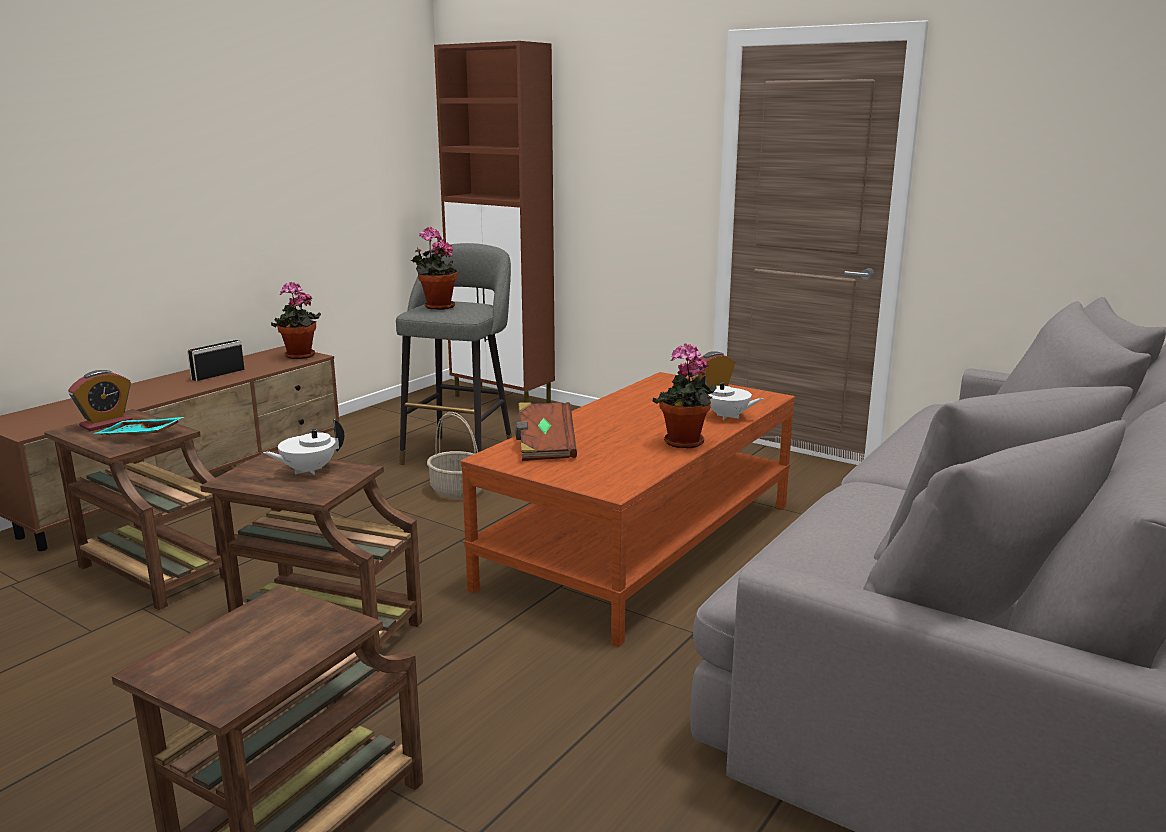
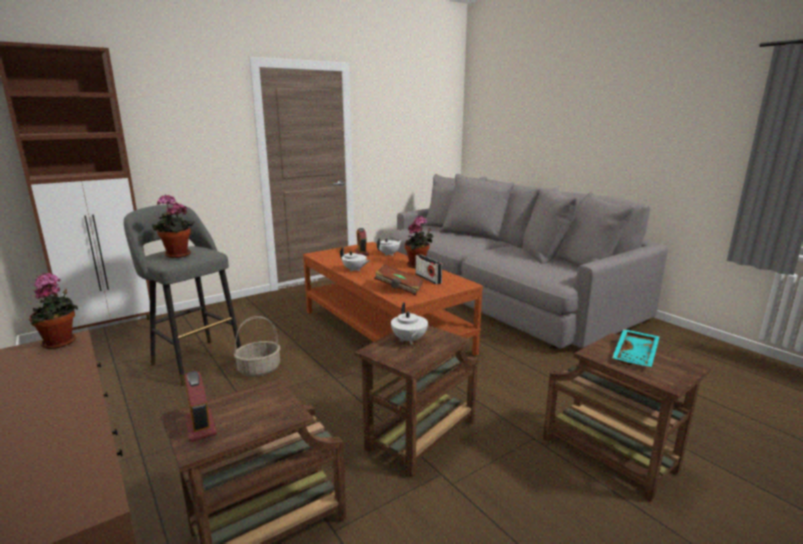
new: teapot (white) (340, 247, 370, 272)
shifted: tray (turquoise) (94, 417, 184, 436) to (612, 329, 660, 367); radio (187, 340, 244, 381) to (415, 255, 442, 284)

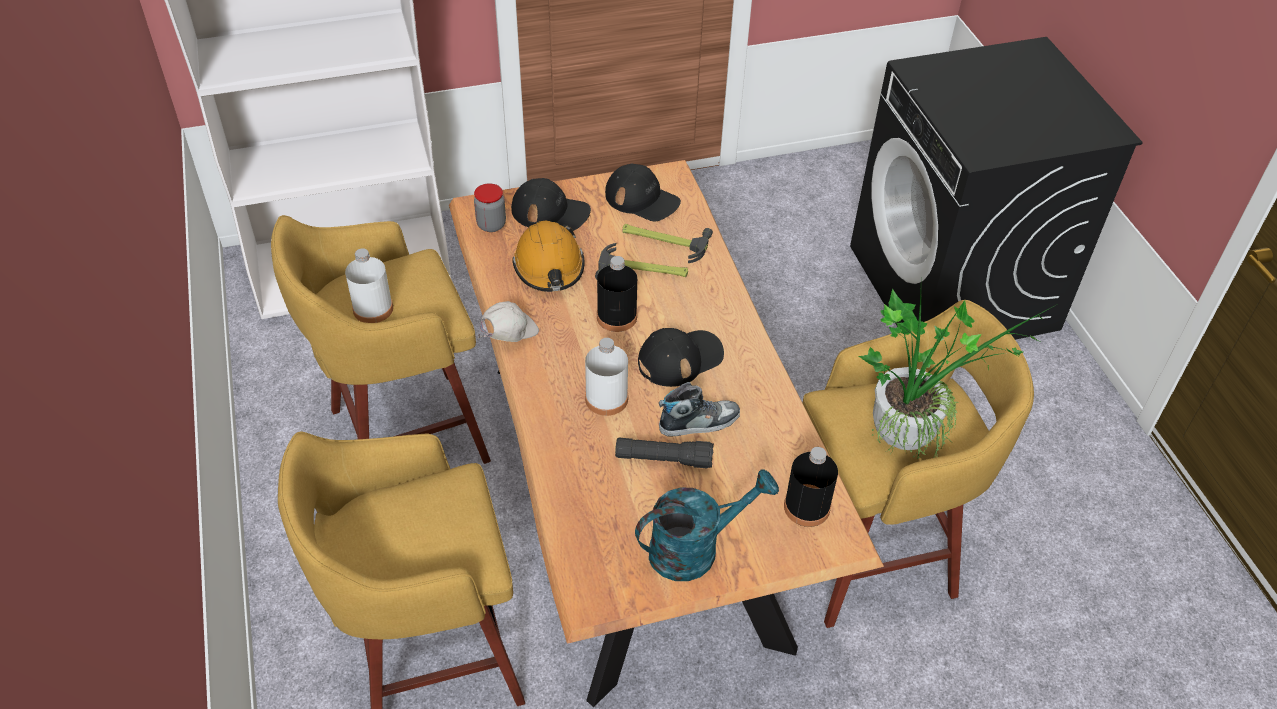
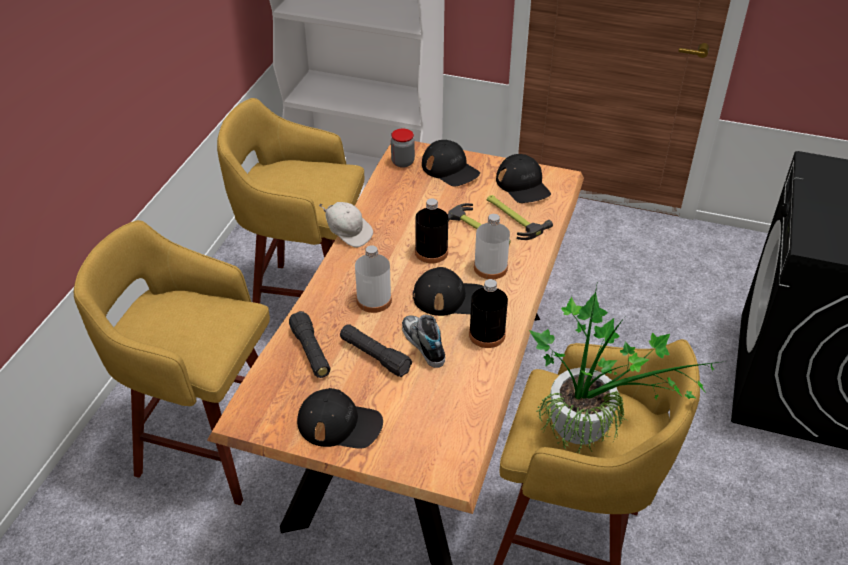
gone: hard hat (orange) (512, 221, 585, 292)
new: flashlight (black) (289, 311, 330, 378)
shifted: bottle (white) (345, 248, 393, 323) to (474, 214, 510, 279); bottle (black) (784, 447, 838, 527) to (469, 279, 508, 348)
swapped: watering can (turquoise) (635, 469, 779, 581) to cap (black) (297, 388, 383, 449)
rotated: cap (white) (478, 301, 539, 342) = (319, 202, 373, 247) 45 degrees clockwise; shoe (659, 382, 740, 437) = (402, 315, 445, 368) 135 degrees counterclockwise

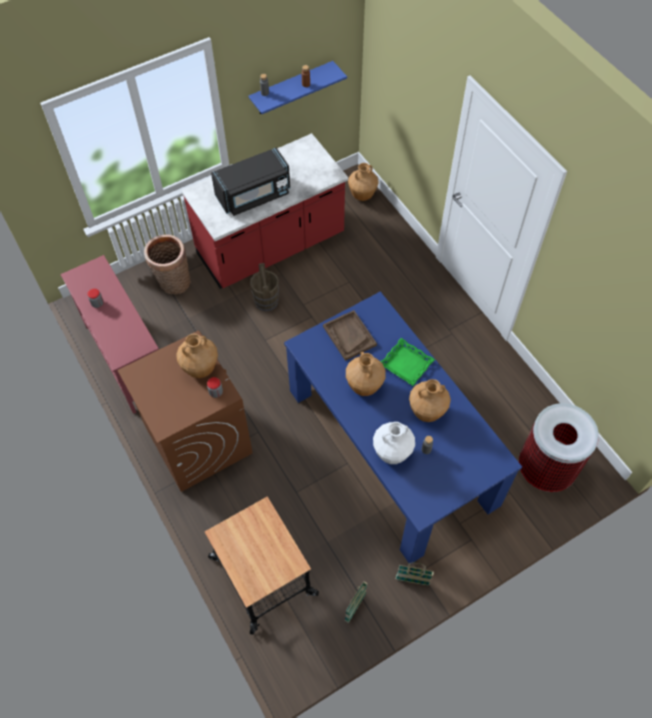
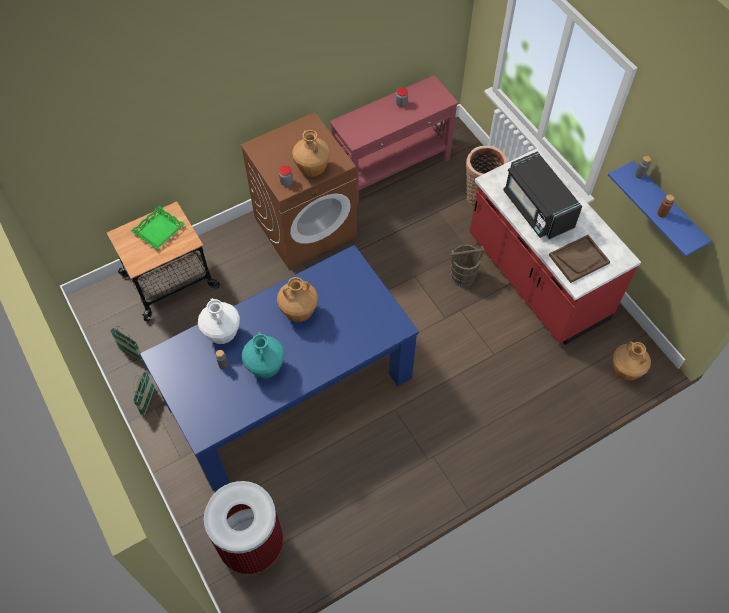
shifted: tray (brown) (323, 310, 377, 361) to (549, 235, 610, 283); tray (green) (380, 338, 435, 386) to (131, 206, 185, 250)
repainted: vase (brown) (409, 379, 451, 422) to vase (turquoise) (242, 332, 285, 379)

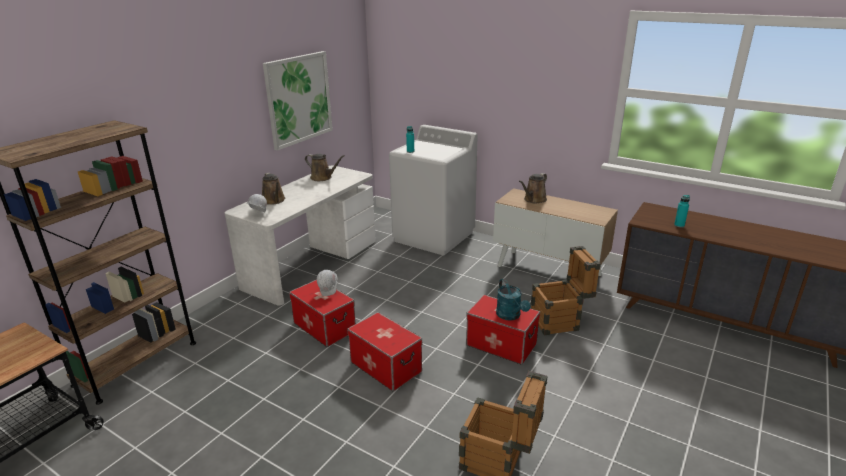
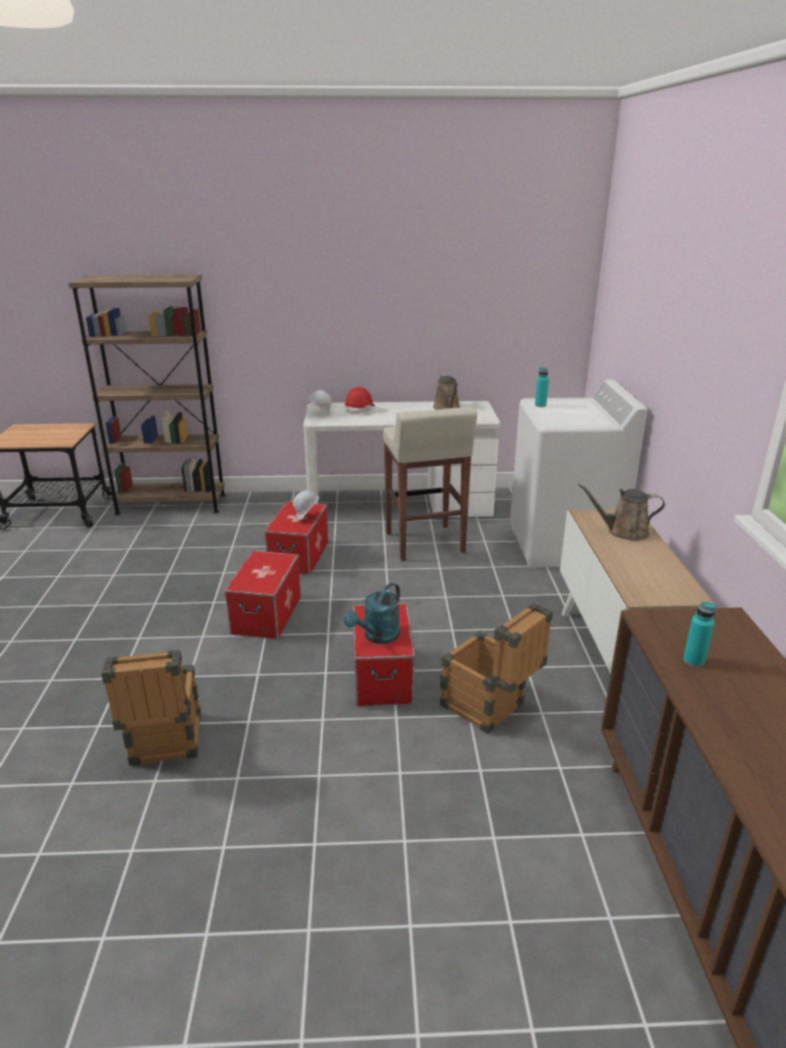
gone: picture (263, 51, 333, 151)
new: stool (beige) (383, 407, 477, 561)
swapped: watering can (brown) (262, 173, 285, 205) to hard hat (red) (345, 387, 375, 415)

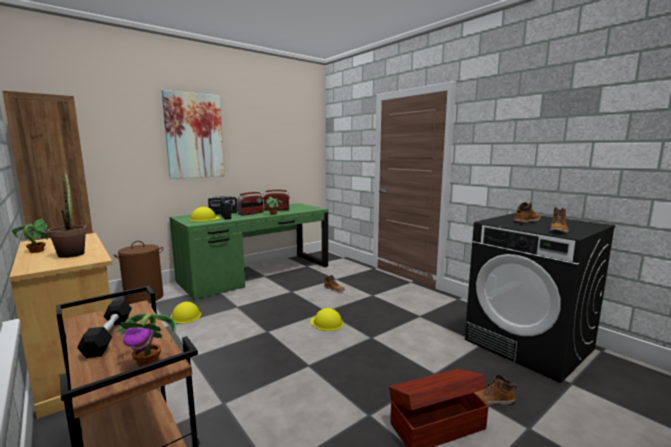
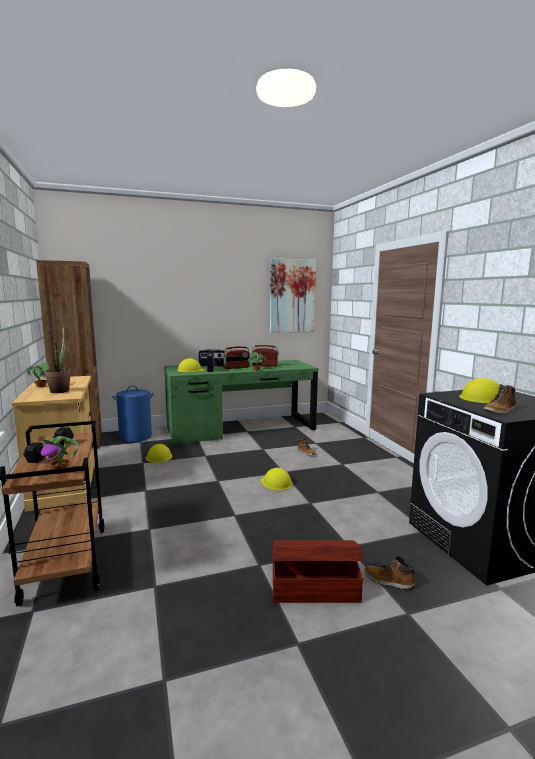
shifted: picture (162, 90, 225, 179) to (270, 258, 316, 333)
swapped: boot (514, 202, 541, 224) to hard hat (yellow) (459, 378, 500, 404)
repainted: laundry basket (brown) (113, 241, 163, 304) to laundry basket (blue) (112, 385, 154, 442)

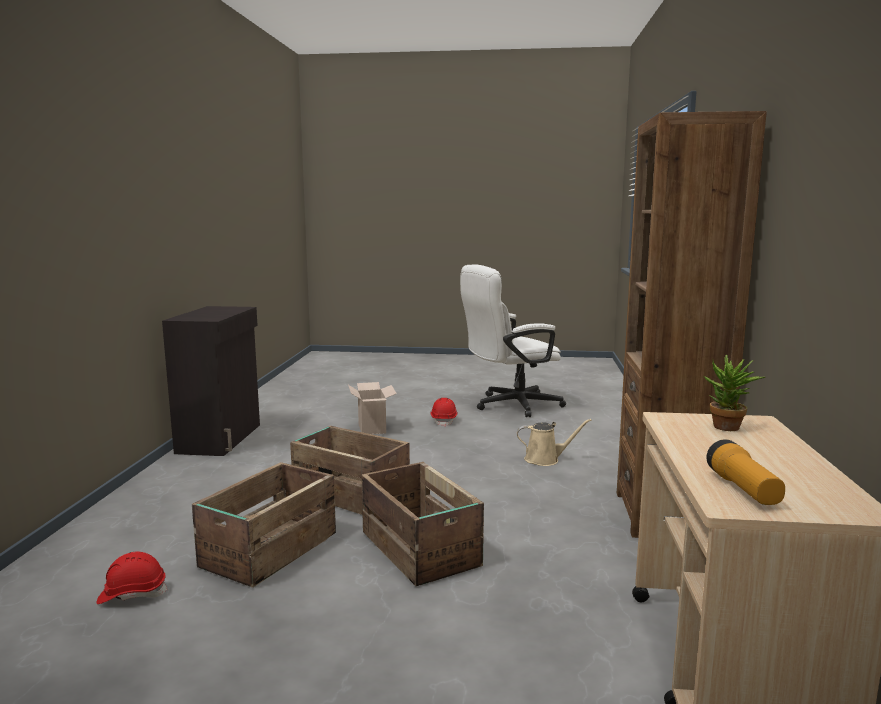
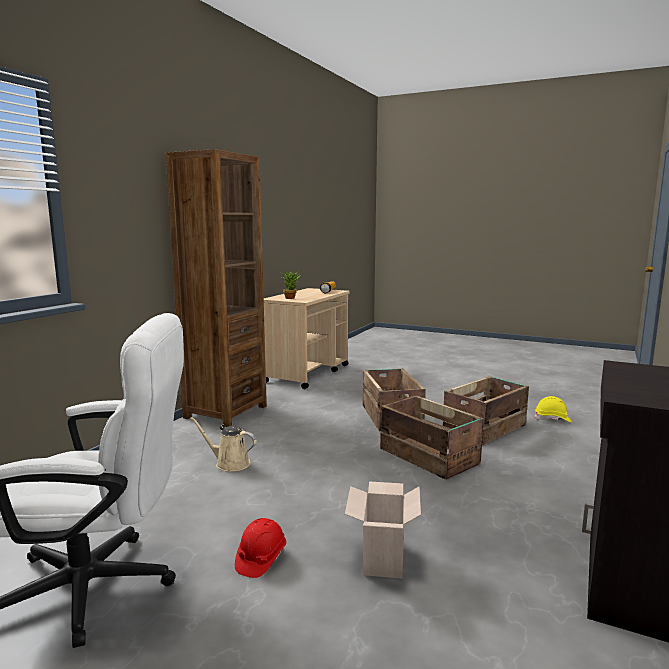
repainted: hard hat (red) (96, 551, 168, 604) to hard hat (yellow) (534, 396, 572, 422)

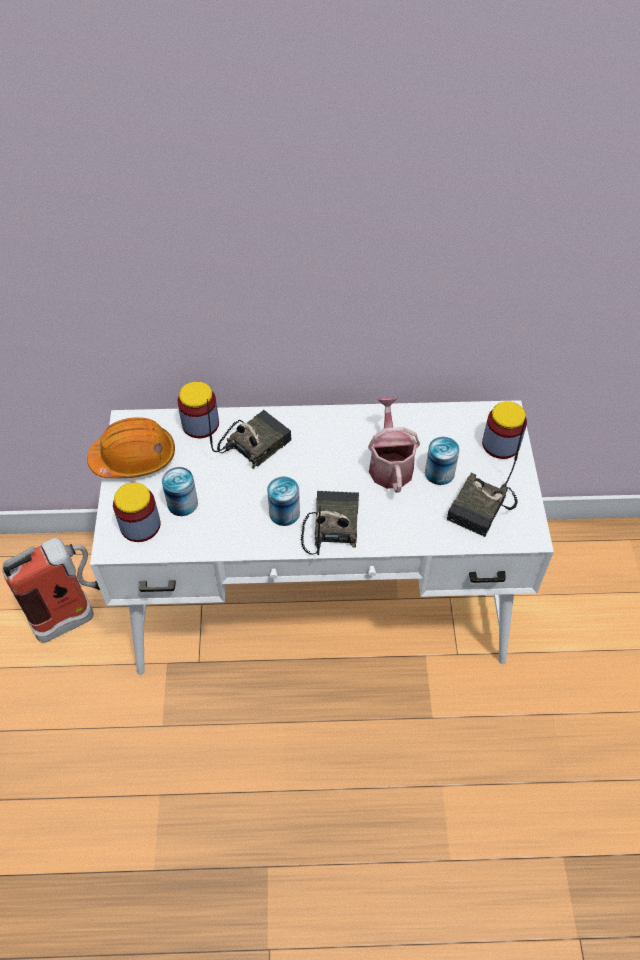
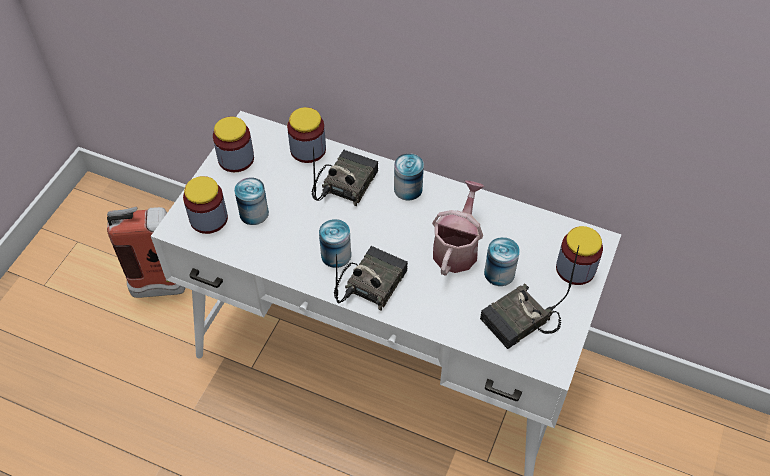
new: can (394, 153, 424, 201)
swapped: hard hat (orange) (87, 417, 175, 478) to jar (213, 116, 254, 172)
rotated: radio (207, 399, 291, 469) = (312, 147, 378, 206) 45 degrees counterclockwise

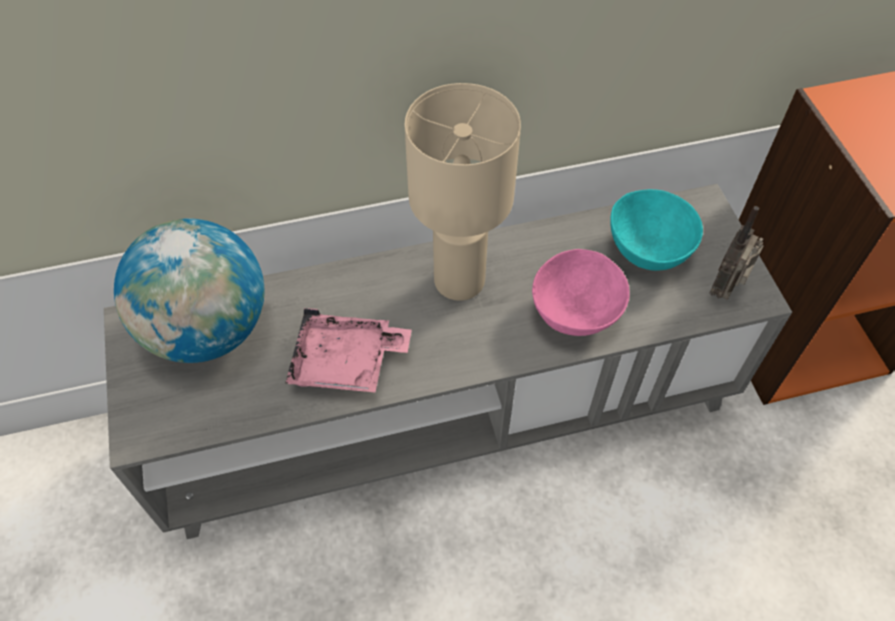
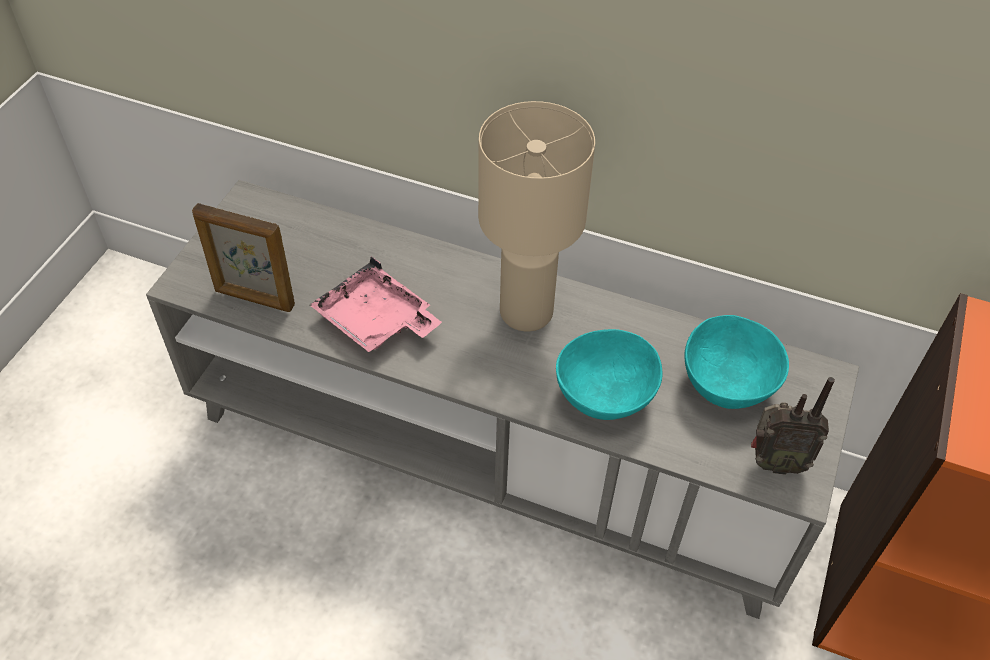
gone: globe (114, 219, 265, 363)
new: picture frame (192, 203, 295, 312)
repainted: bowl (pink) (532, 249, 630, 336) to bowl (turquoise) (556, 329, 662, 420)
rotated: radio (709, 206, 764, 300) = (751, 377, 835, 475) 150 degrees counterclockwise

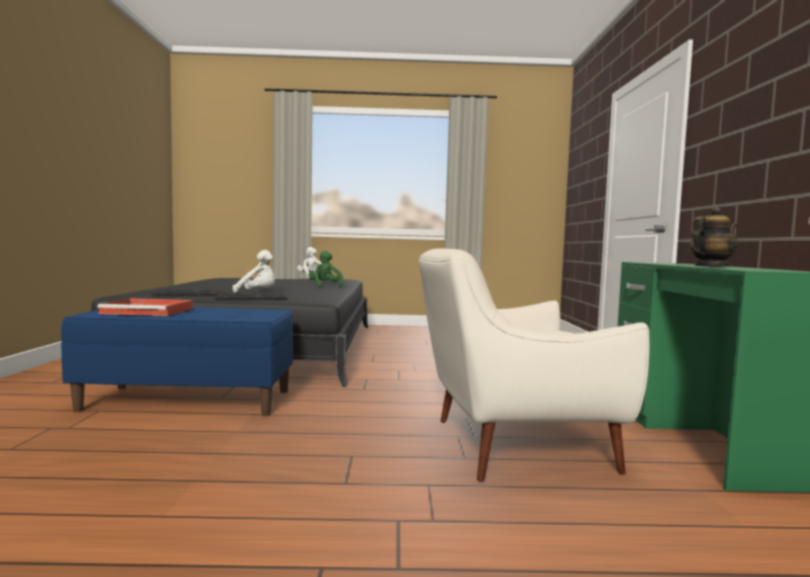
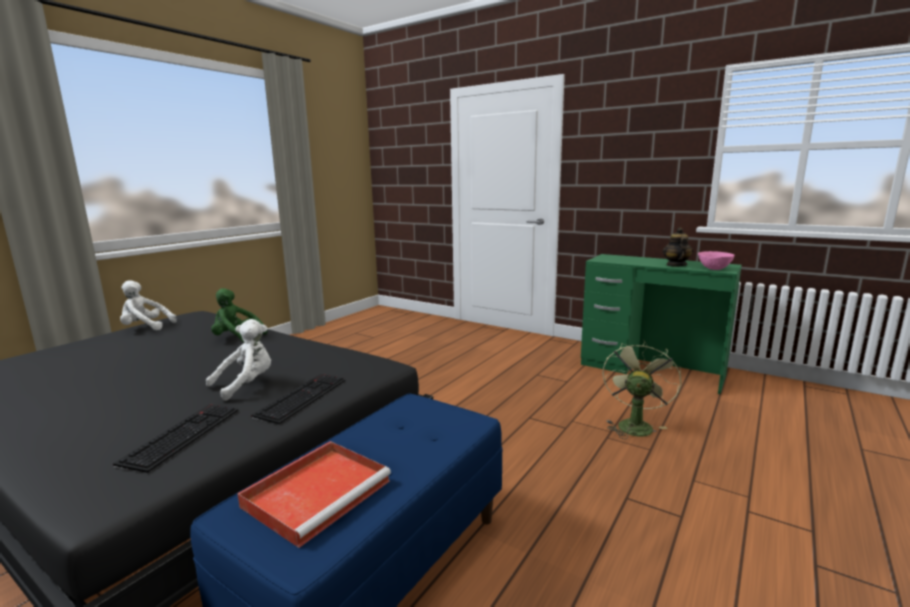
new: bowl (pink) (698, 251, 735, 270)
swapped: armchair (white) (419, 248, 649, 482) to fan (green) (603, 340, 681, 439)

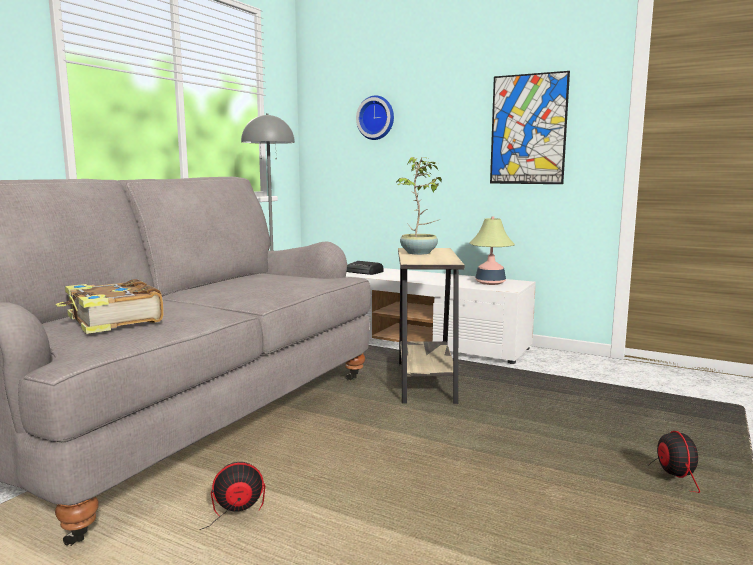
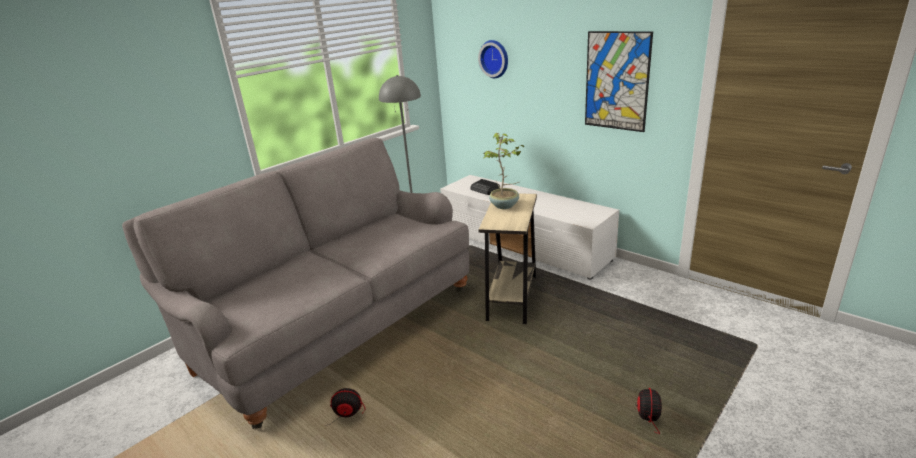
gone: book (56, 279, 164, 334); table lamp (469, 216, 515, 285)

